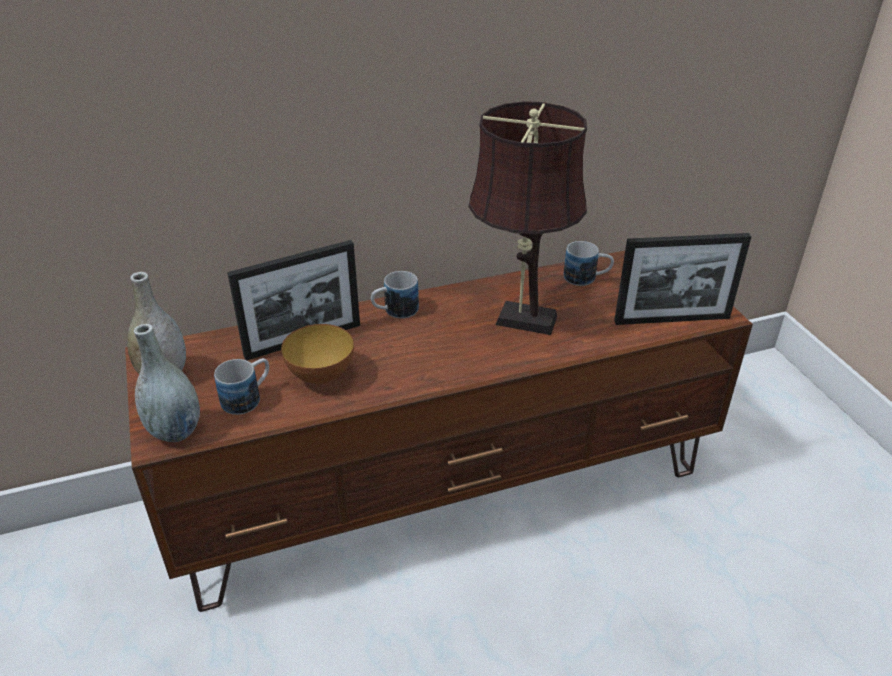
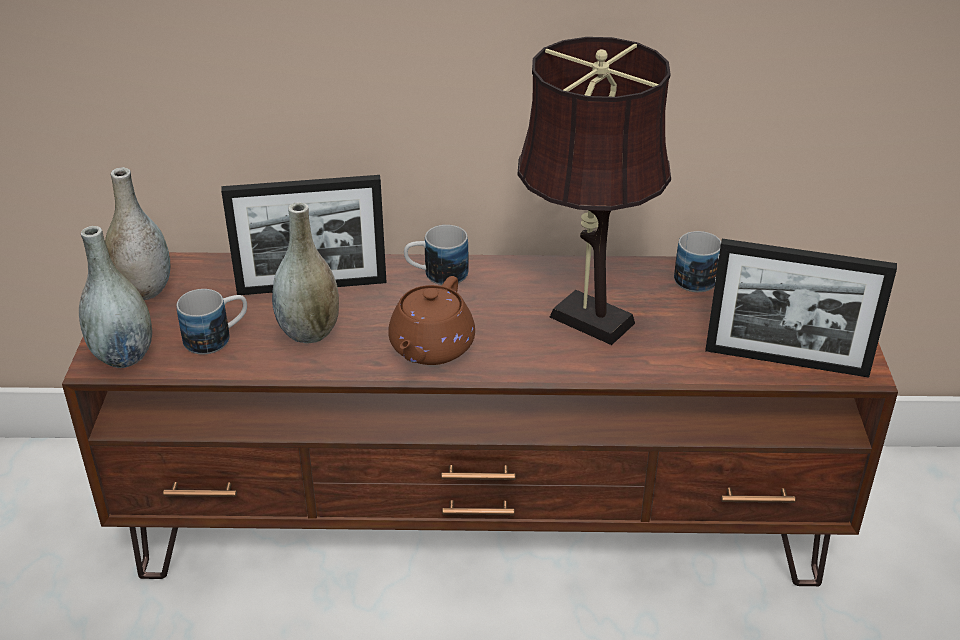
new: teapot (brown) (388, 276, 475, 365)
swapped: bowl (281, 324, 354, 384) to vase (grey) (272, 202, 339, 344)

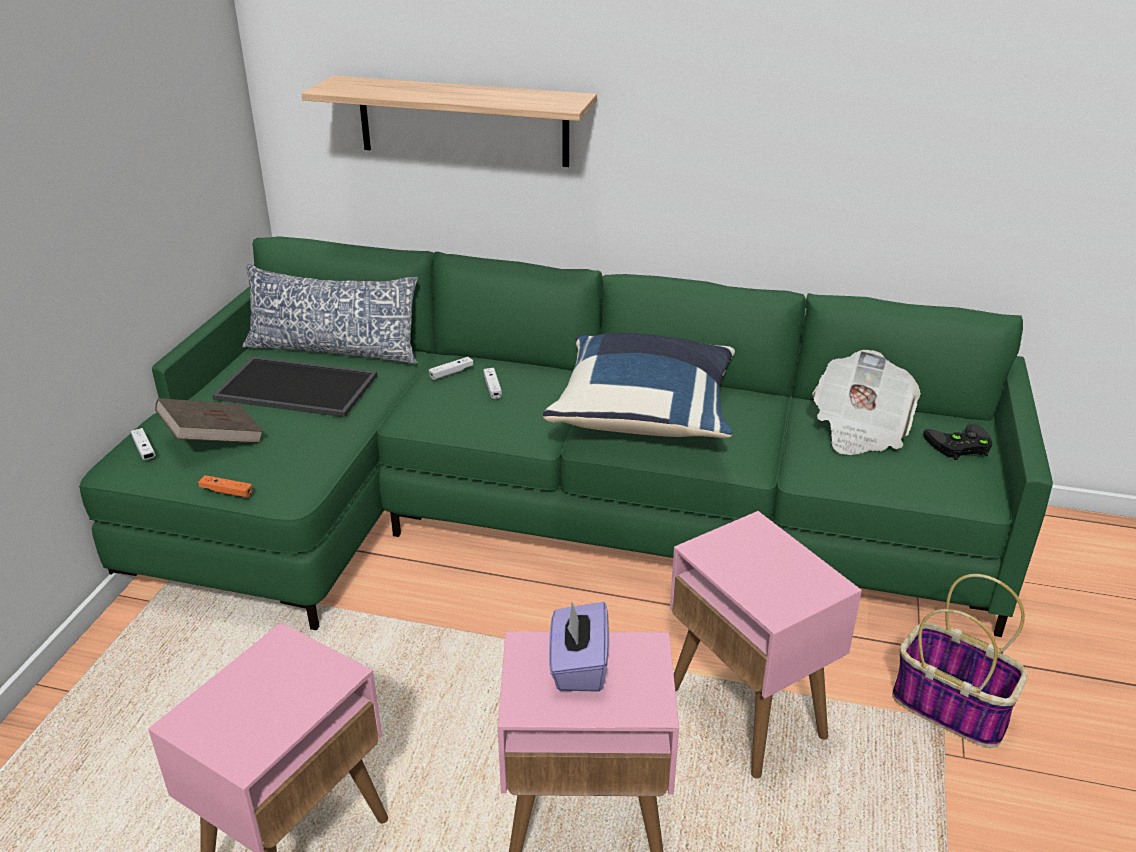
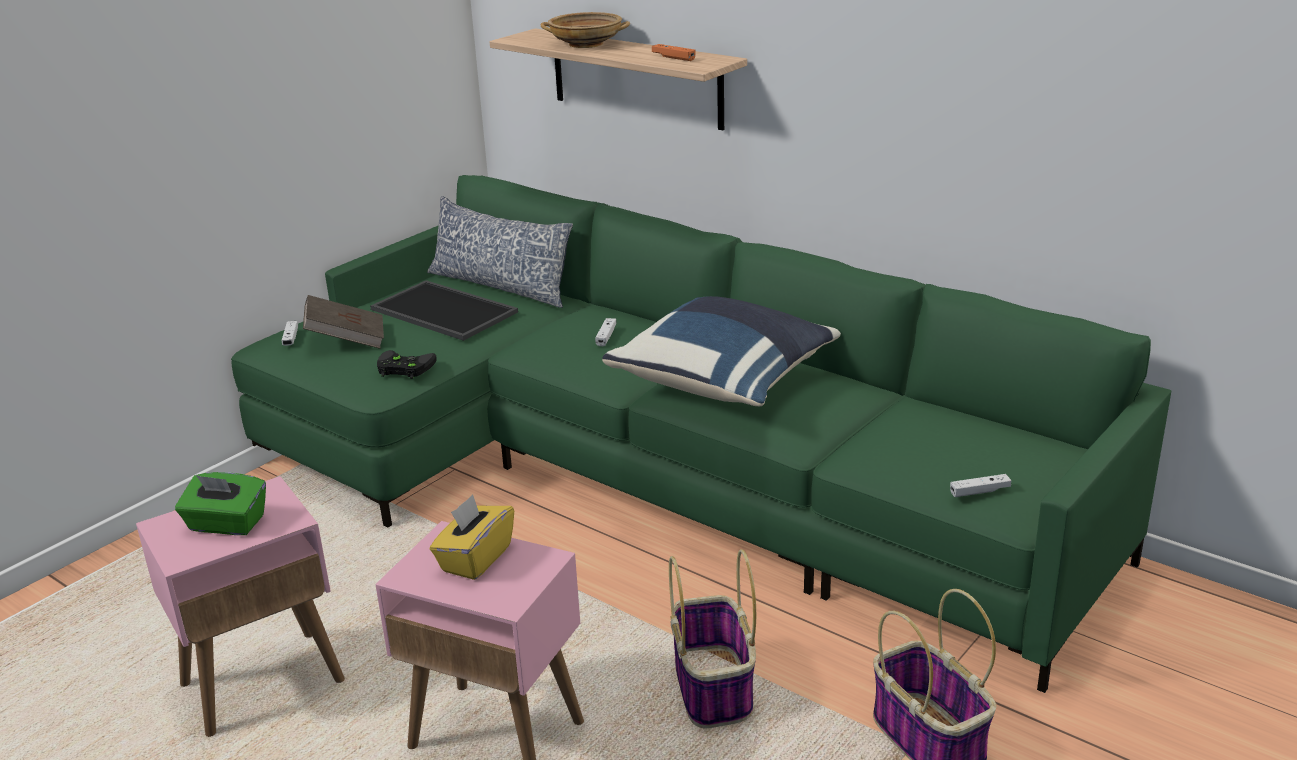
gone: newspaper (812, 350, 921, 455)
new: tissue box (green) (175, 472, 266, 535); bowl (beige) (541, 12, 630, 48)
shifted: game controller (orange) (198, 475, 253, 498) to (652, 44, 696, 61); game controller (white) (429, 357, 474, 380) to (950, 474, 1011, 497); game controller (black) (923, 424, 993, 460) to (377, 350, 437, 379)
swapped: side table (pink) (670, 511, 862, 778) to basket (669, 549, 756, 728)
repainted: tissue box (purple) (549, 602, 609, 692) to tissue box (yellow) (430, 494, 514, 580)

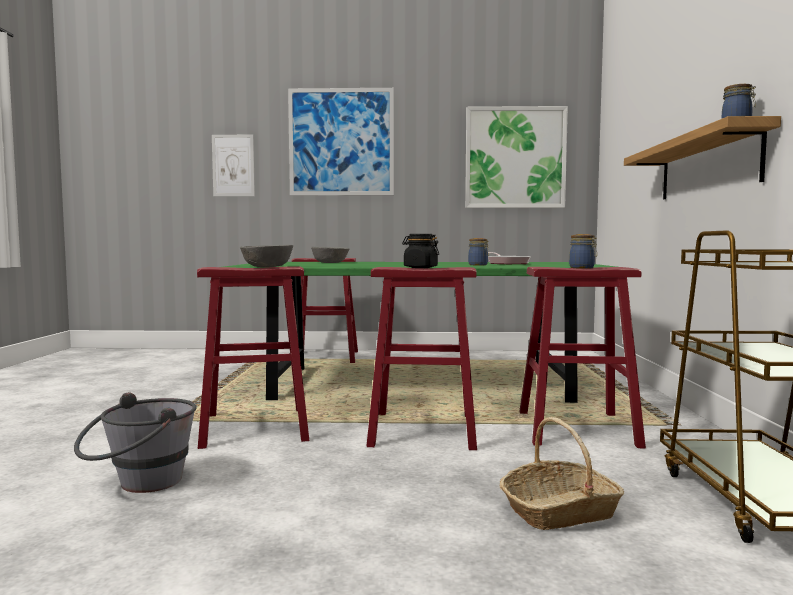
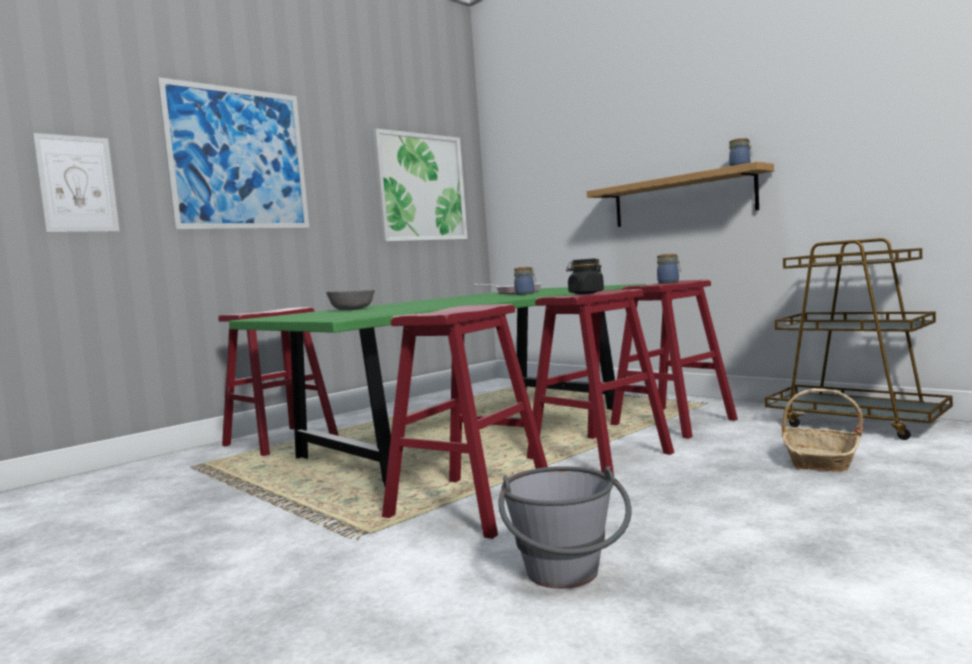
gone: bowl (grey) (240, 245, 293, 267)

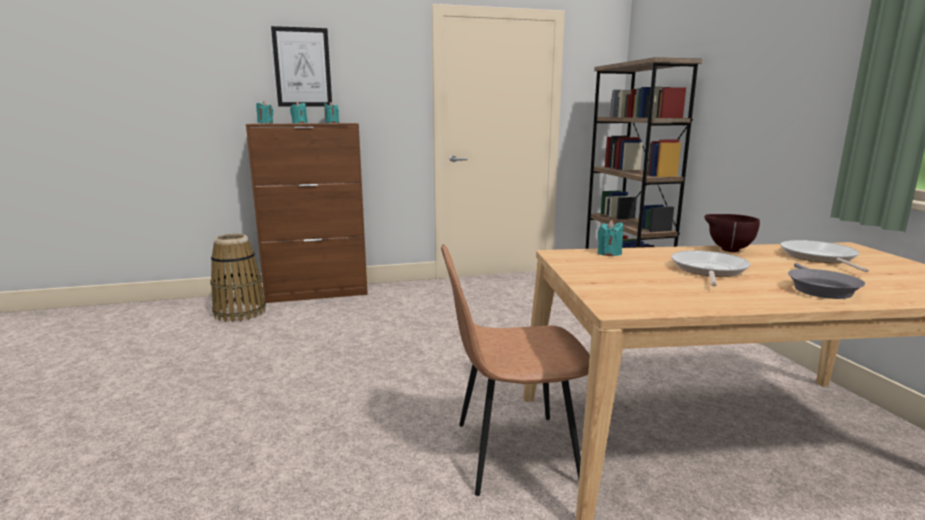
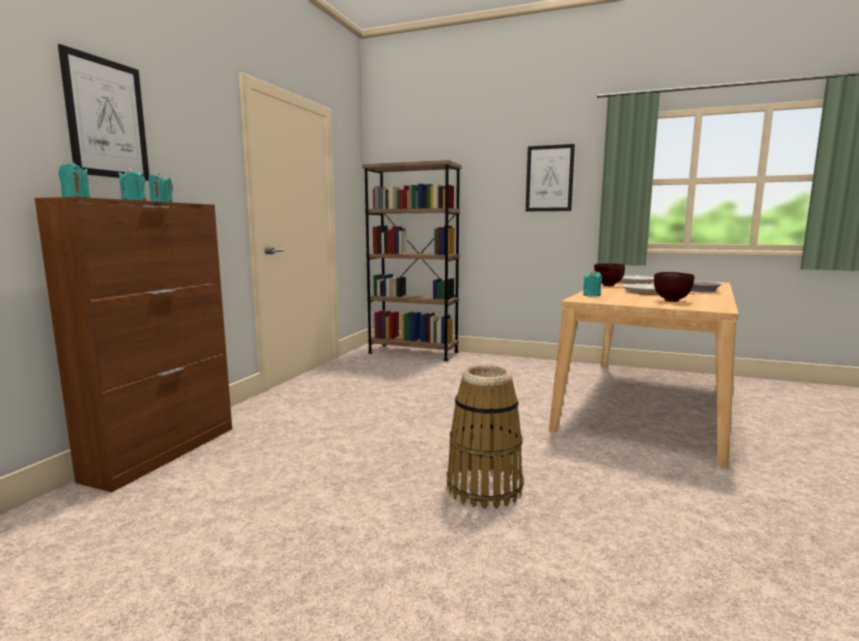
gone: chair (brown) (441, 244, 590, 496)
new: picture (526, 144, 575, 211); bowl (brown) (654, 272, 694, 302)
shifted: basket (210, 234, 266, 322) to (447, 365, 524, 509)

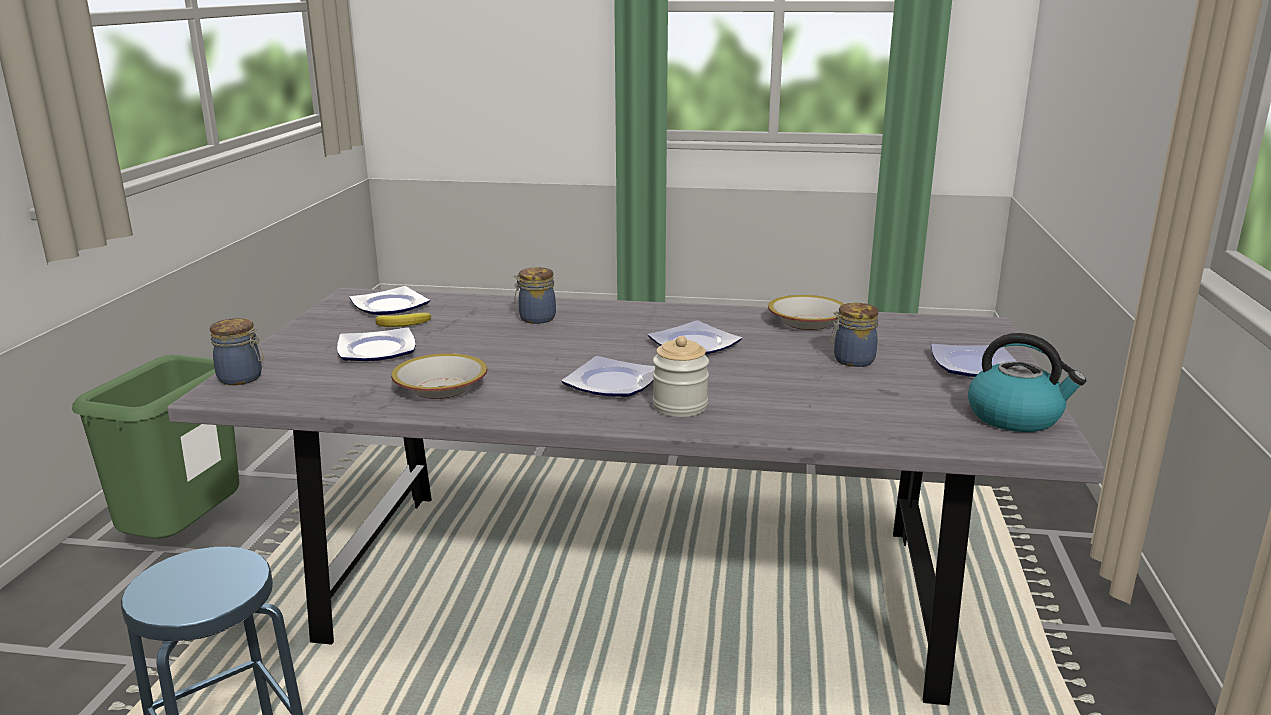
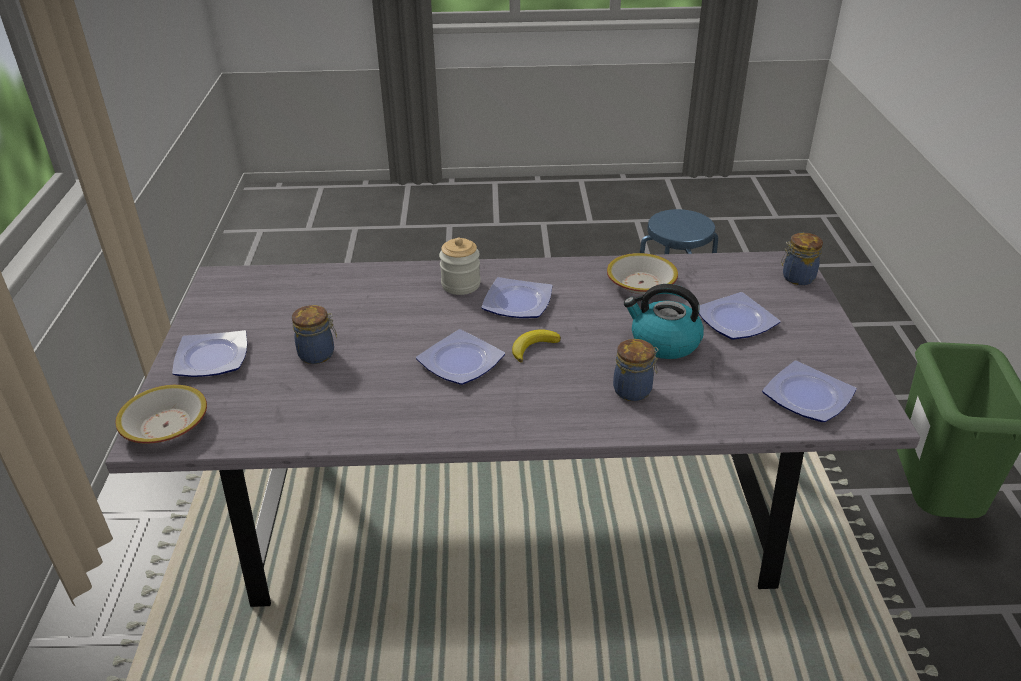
shifted: banana (375, 313, 431, 327) to (512, 330, 561, 362); bowl (768, 295, 844, 330) to (115, 385, 207, 444); kettle (968, 333, 1086, 432) to (624, 284, 704, 359)

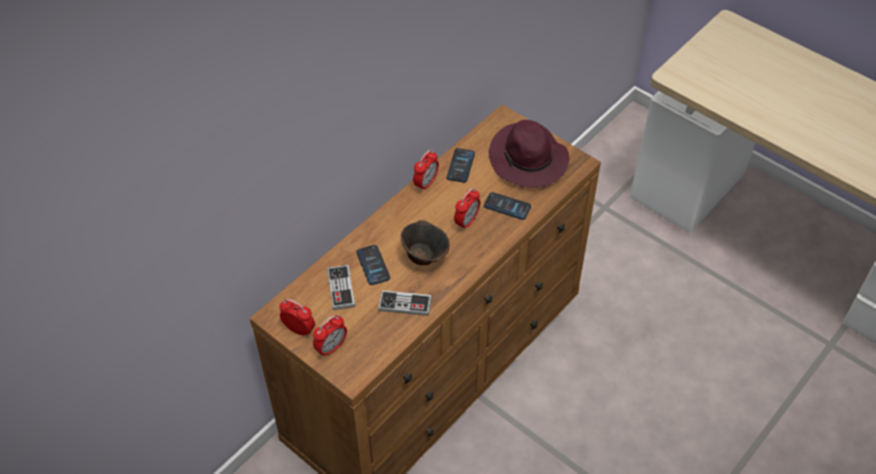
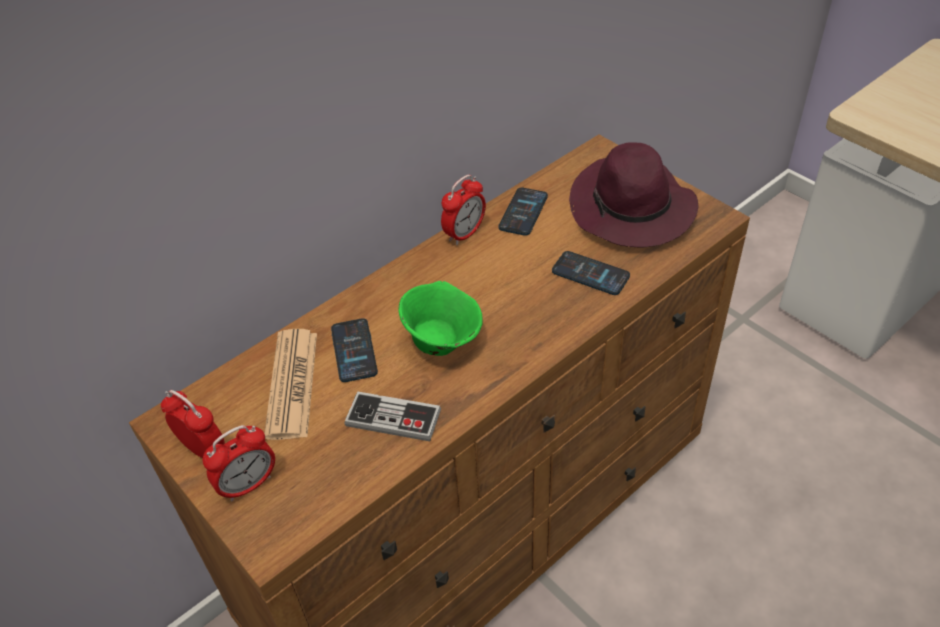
gone: alarm clock (454, 188, 480, 231)
swapped: game controller (327, 265, 355, 310) to newspaper (264, 329, 317, 440)
repainted: bowl (brown) (401, 220, 450, 265) to bowl (green) (398, 281, 483, 356)

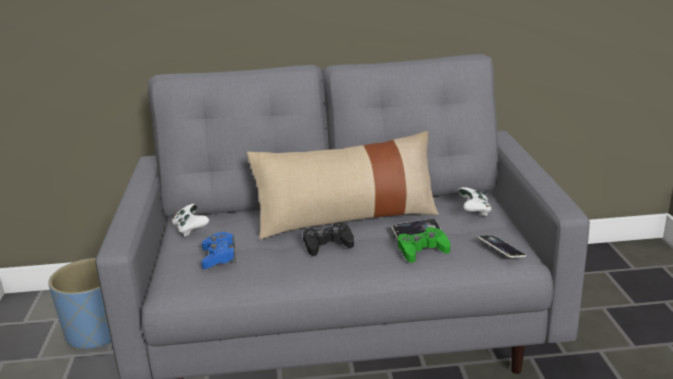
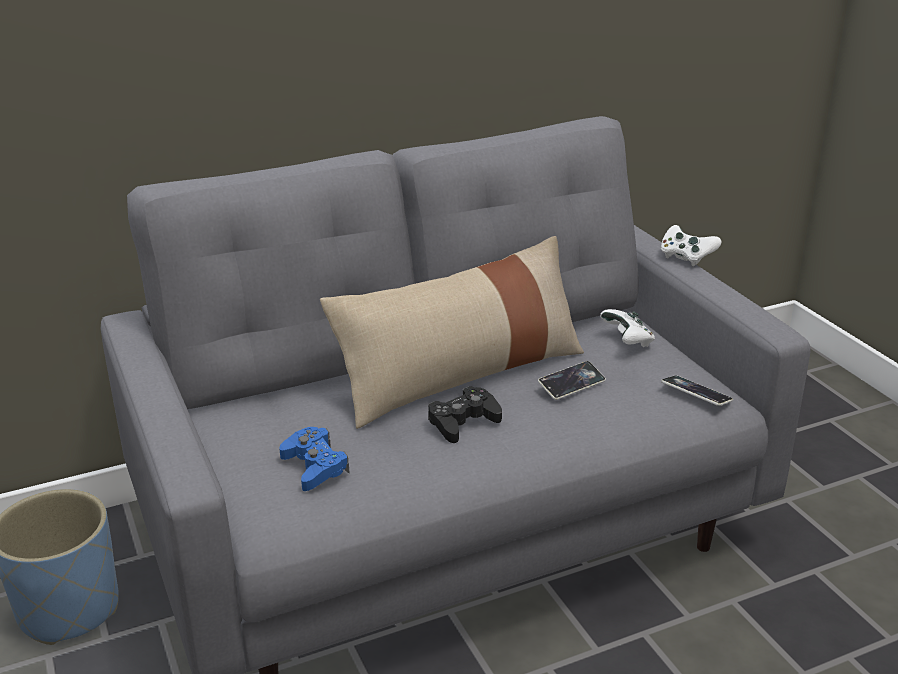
gone: game controller (green) (398, 227, 450, 263)
shifted: game controller (white) (172, 204, 209, 236) to (661, 225, 722, 267)

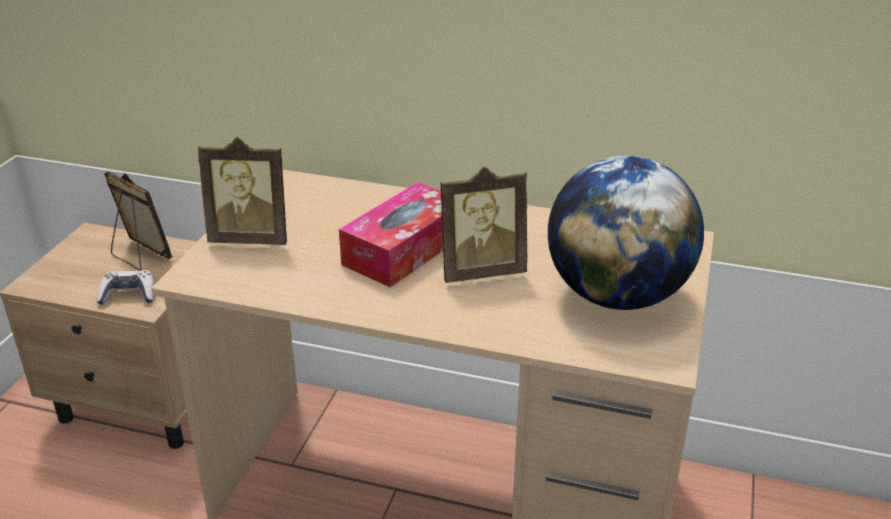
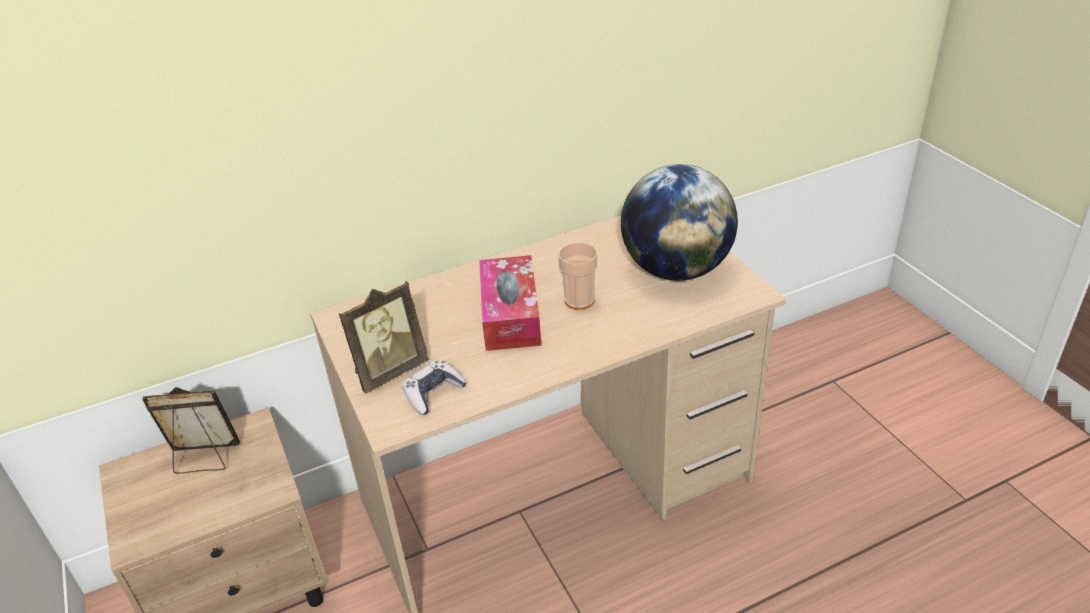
shifted: game controller (97, 270, 154, 305) to (402, 360, 467, 415)
swapped: picture frame (440, 167, 527, 283) to cup (558, 242, 597, 310)

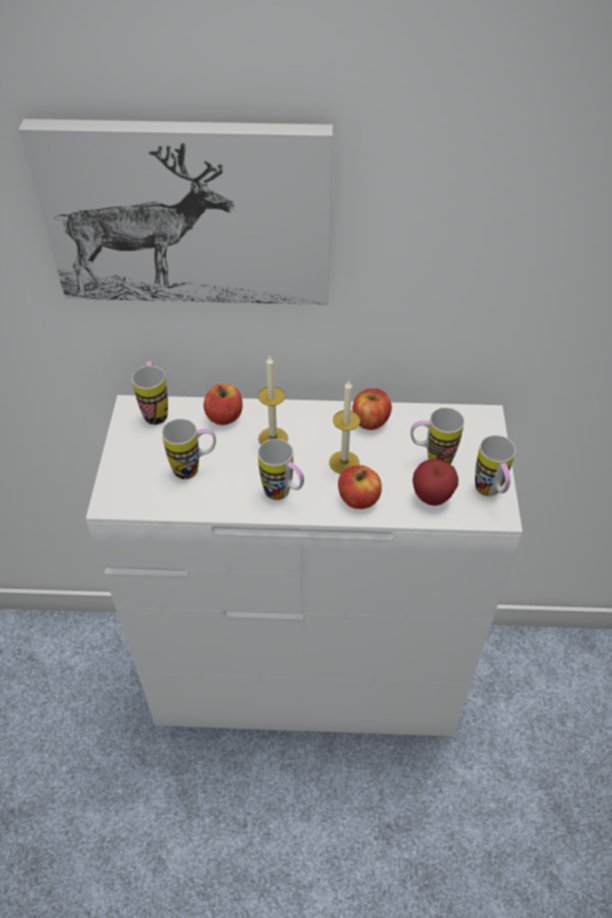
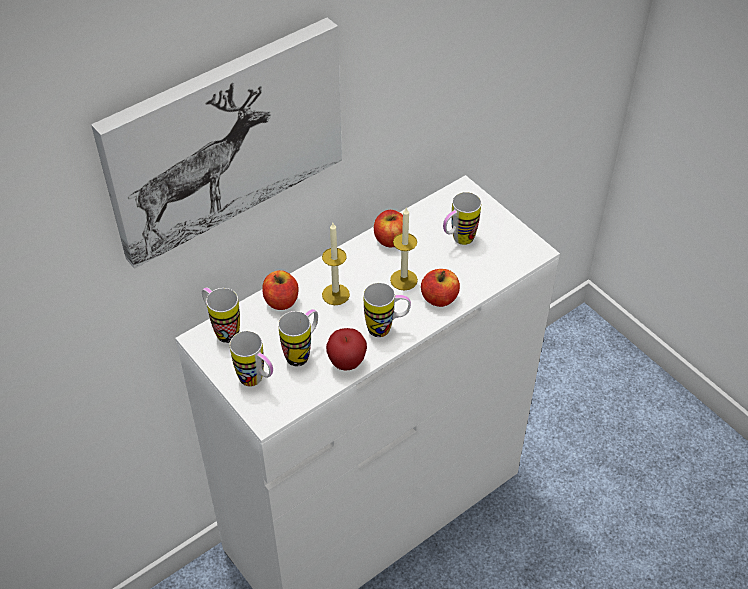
shifted: apple (413, 459, 458, 506) to (326, 328, 367, 370); mug (475, 435, 516, 496) to (230, 331, 273, 387)

